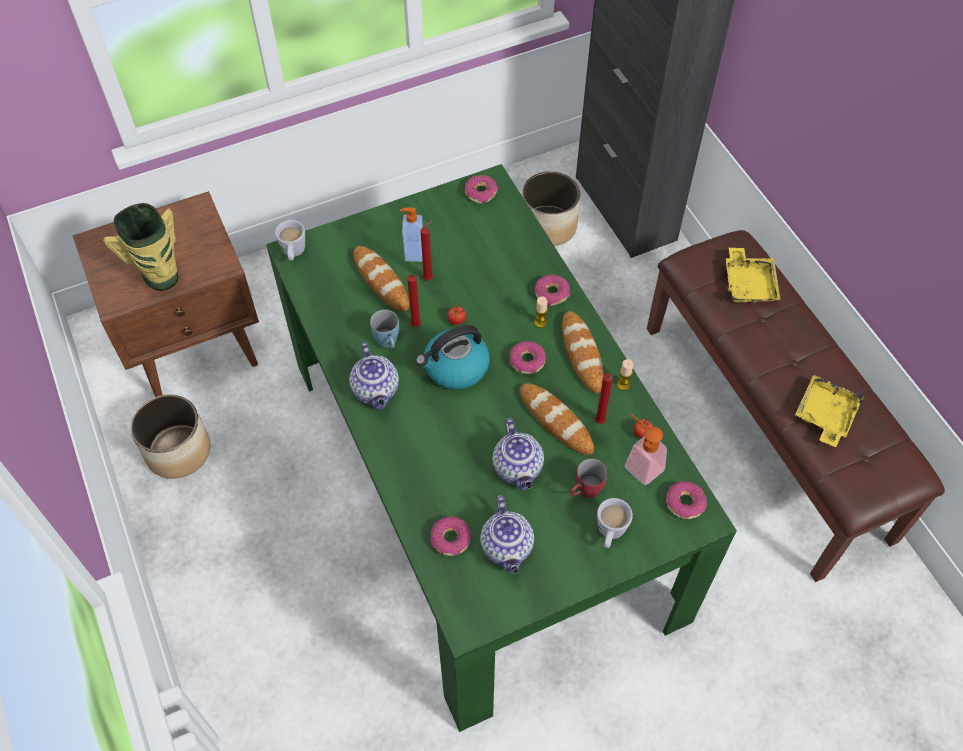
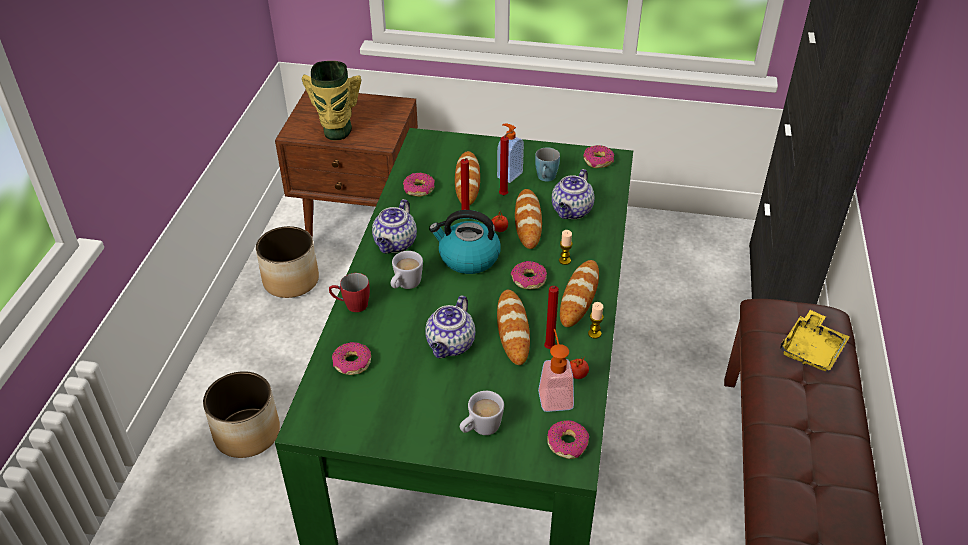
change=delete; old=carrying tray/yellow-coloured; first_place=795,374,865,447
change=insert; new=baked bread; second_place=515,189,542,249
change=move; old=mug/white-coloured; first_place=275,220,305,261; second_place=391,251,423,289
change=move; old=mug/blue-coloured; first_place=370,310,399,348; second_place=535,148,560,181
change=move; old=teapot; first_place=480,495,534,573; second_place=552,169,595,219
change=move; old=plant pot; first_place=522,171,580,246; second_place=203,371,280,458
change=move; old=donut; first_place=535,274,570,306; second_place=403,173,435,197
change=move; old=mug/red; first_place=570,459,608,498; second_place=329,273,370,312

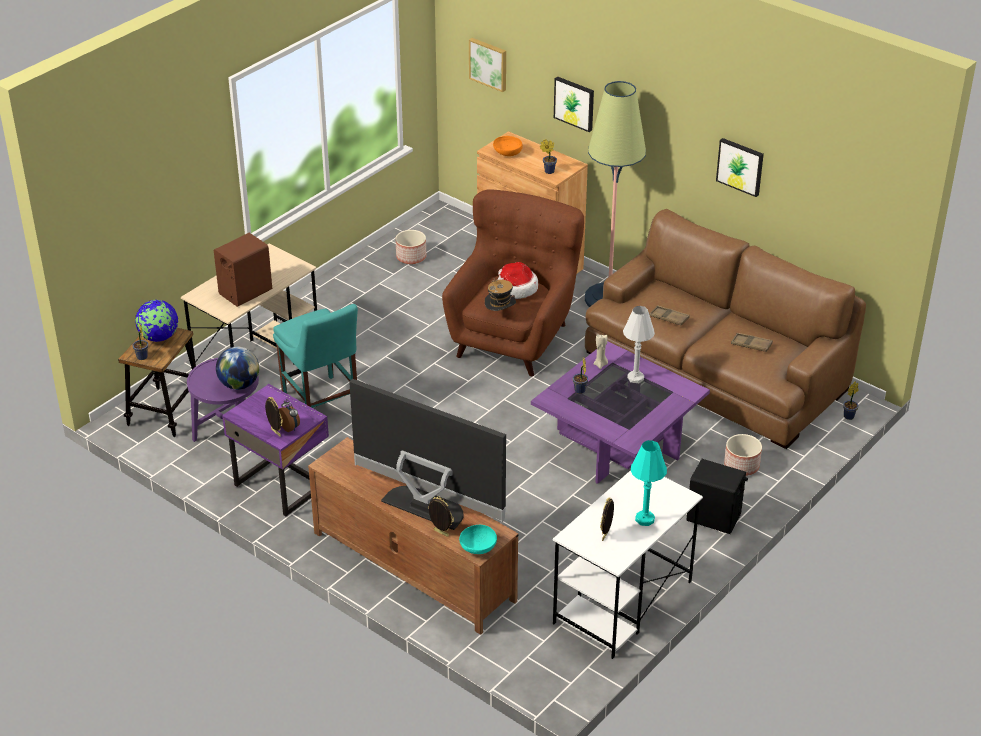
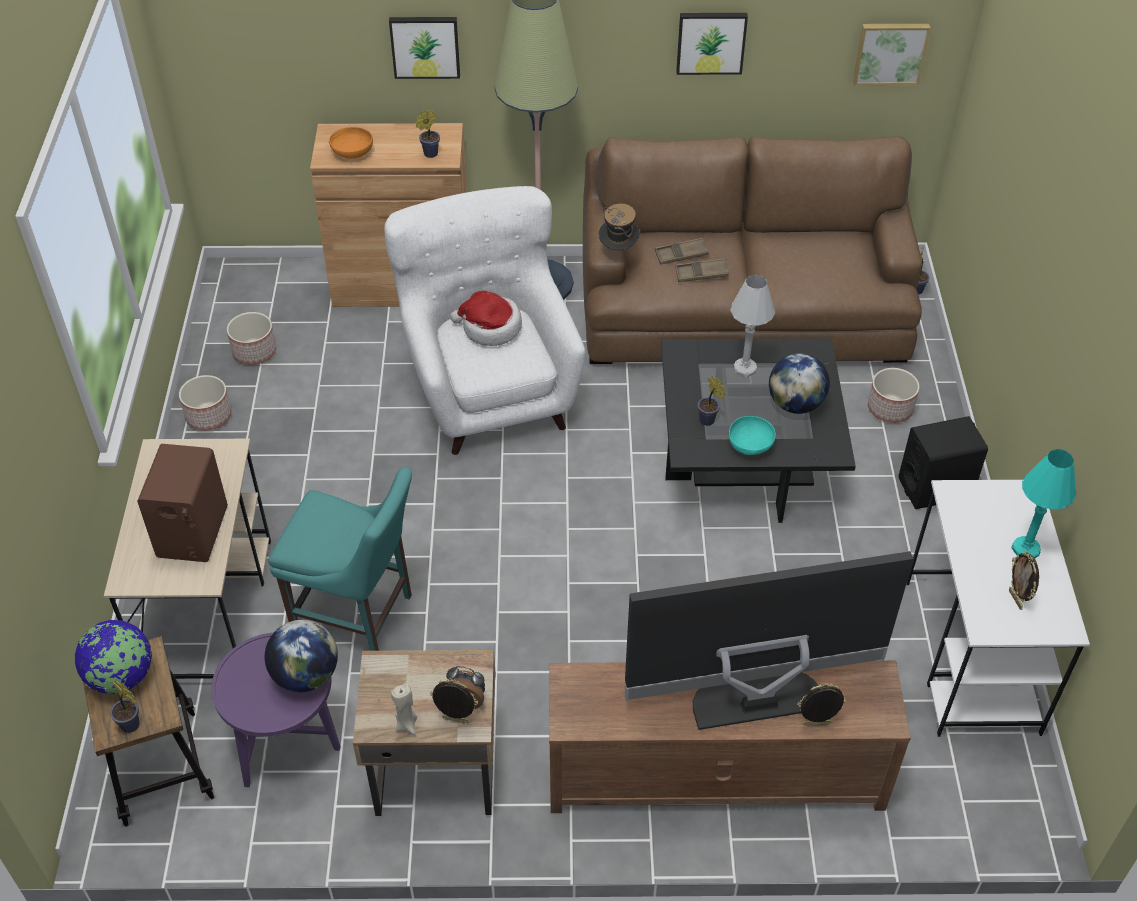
change=insert; new=plant pot; second_place=179,375,232,431
change=insert; new=world globe; second_place=769,353,830,414
change=move; old=serving bowl/blue-green; first_place=459,525,497,554; second_place=729,416,776,455
change=move; old=wall art; first_place=469,38,506,92; second_place=853,24,931,86
change=move; old=wearable hat; first_place=485,278,516,311; second_place=599,203,640,250
change=move; old=wax candle/sand-coloured; first_place=594,334,608,369; second_place=391,683,417,735
change=move; old=carrying tray/brown; first_place=731,333,773,352; second_place=655,238,709,265
change=recolor; old=bedside table/purple; new=bedside table/sand-coloured; first_place=222,384,329,517; second_place=353,650,496,816
change=recolor; old=lounge chair/brown; new=lounge chair/white-coloured; first_place=442,189,584,376; second_place=384,186,586,455
change=recolor; old=coffee table/purple; new=coffee table/black-coloured; first_place=531,341,710,484; second_place=661,338,856,523

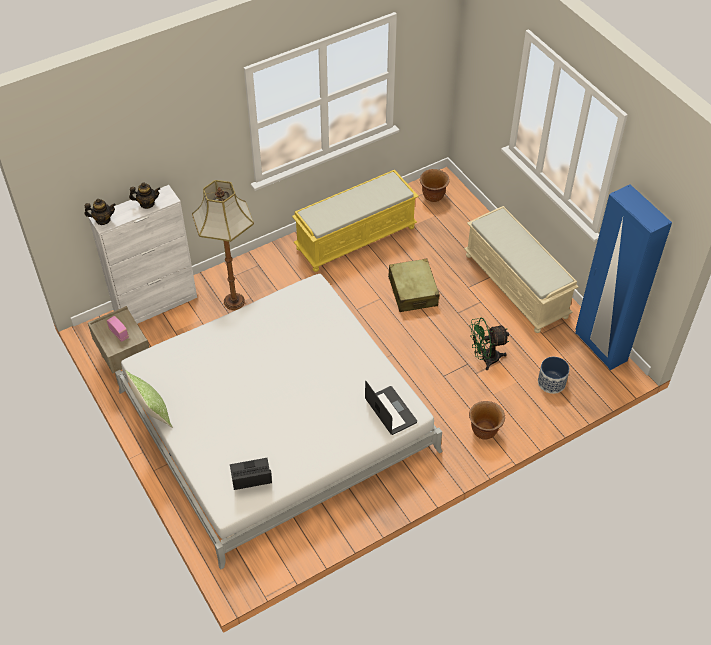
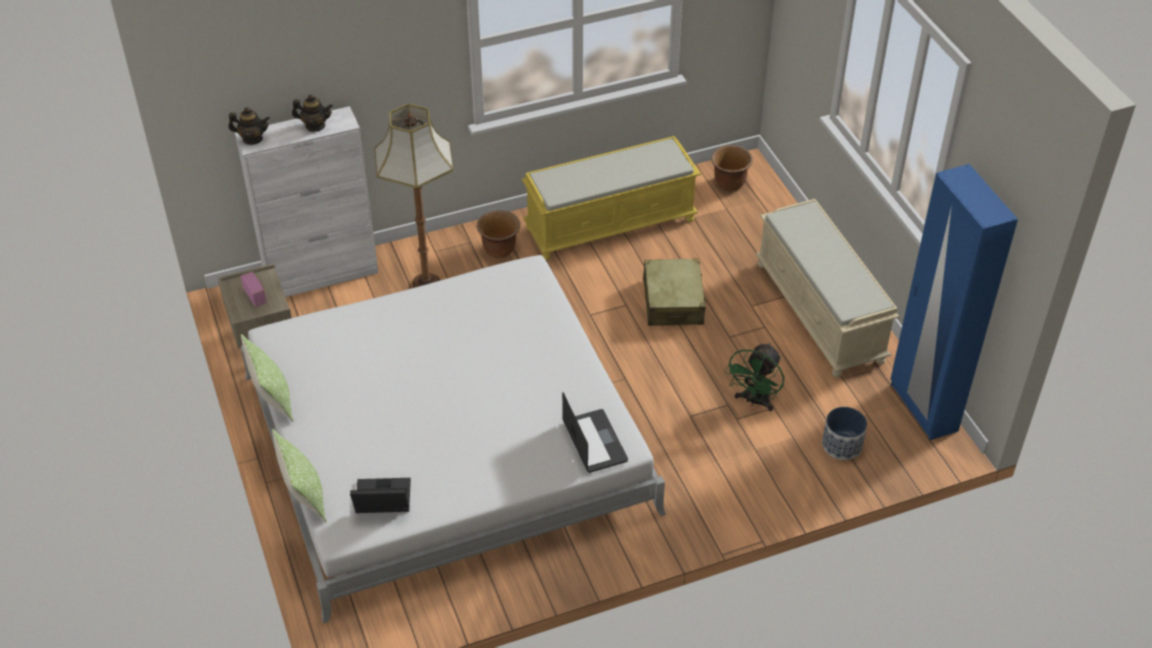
change=insert; new=throw pillow; second_place=272,429,327,523
change=move; old=plant pot/brown; first_place=469,401,505,440; second_place=477,210,520,258
change=rotate; old=electric fan/greenish; first_place=470,318,509,370; second_place=725,343,784,411; degrees=-60

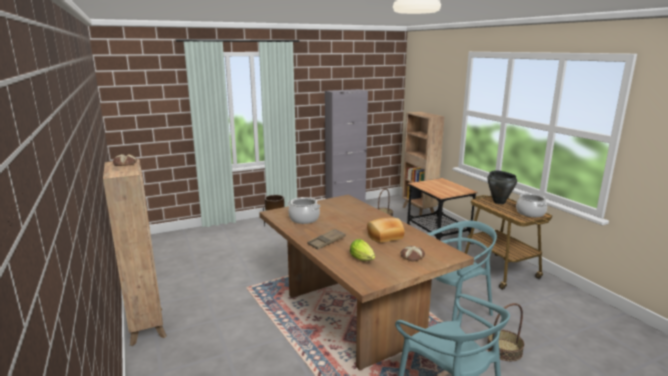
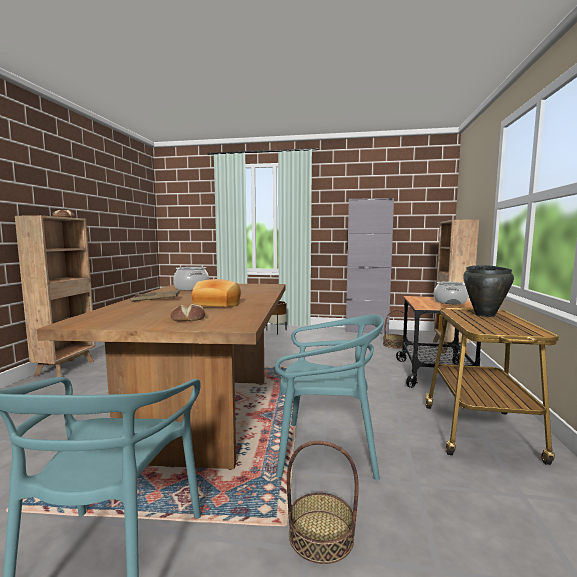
change=delete; old=head of lettuce; first_place=350,239,375,261
change=move; old=saucepot; first_place=516,193,547,217; second_place=434,282,468,304

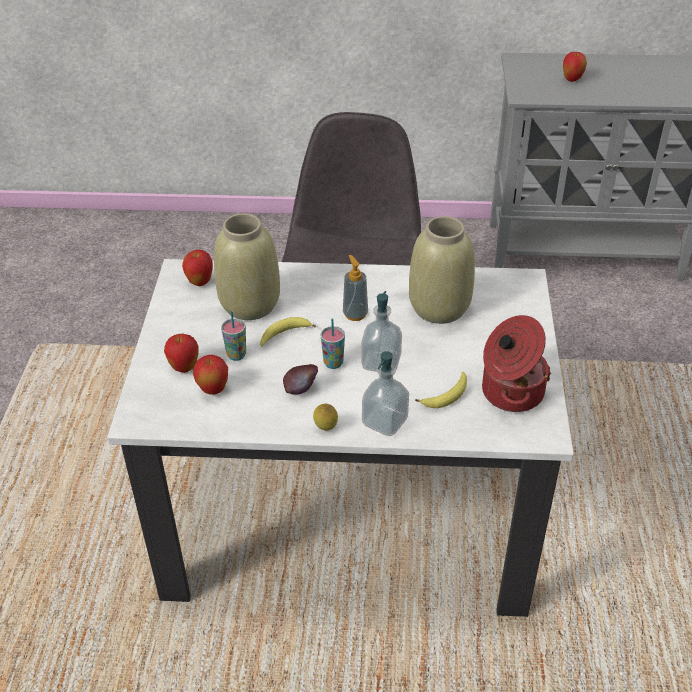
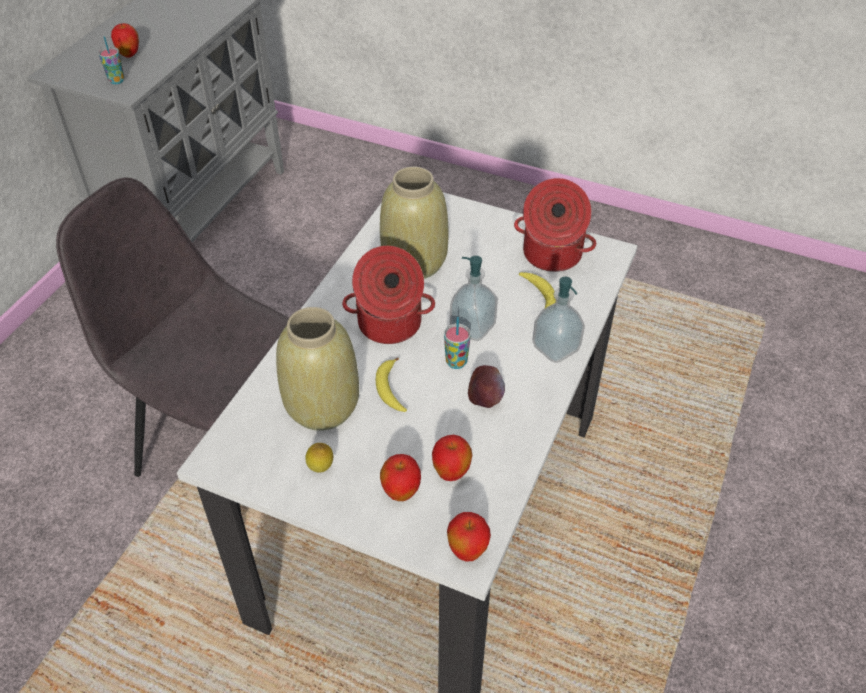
change=move; old=apple fruit; first_place=182,250,213,286; second_place=447,512,491,561
change=move; old=cup; first_place=221,311,246,361; second_place=98,36,124,84
change=move; old=lemon; first_place=313,404,338,431; second_place=306,443,333,473
change=replace; old=soap dispenser; new=saucepot; first_place=343,255,368,321; second_place=342,246,435,344

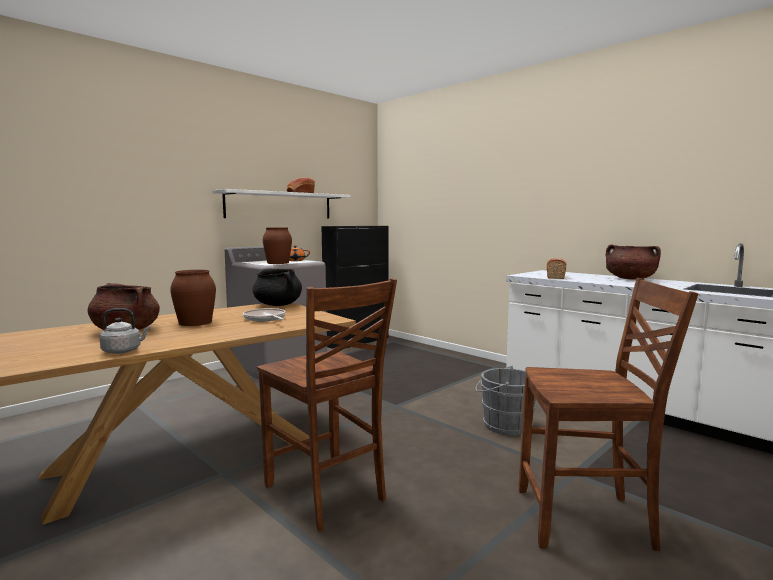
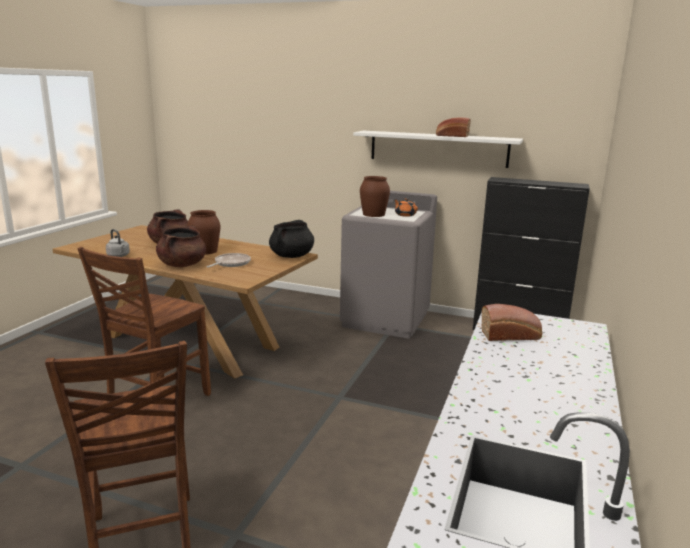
change=delete; old=water bucket/grey; first_place=475,366,536,436
change=move; old=saucepot/brown; first_place=606,244,661,280; second_place=156,226,206,267

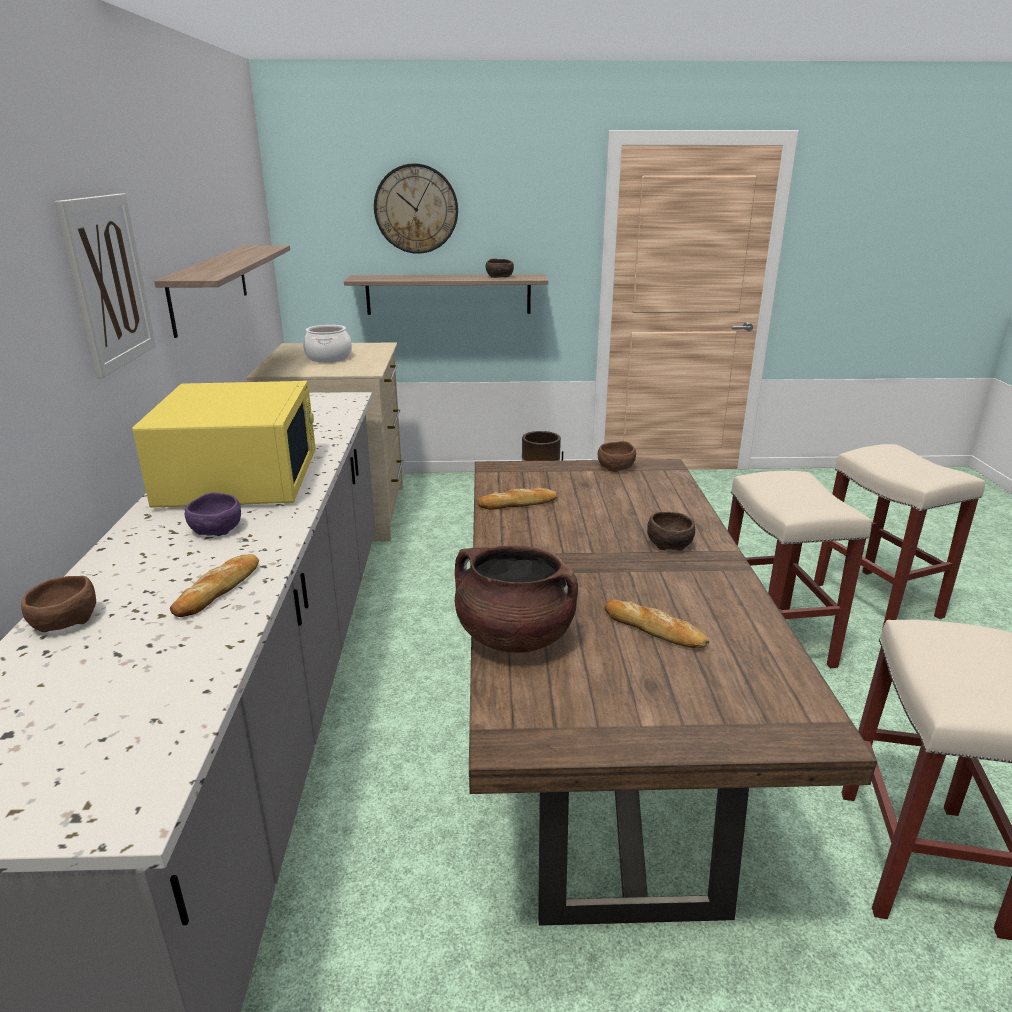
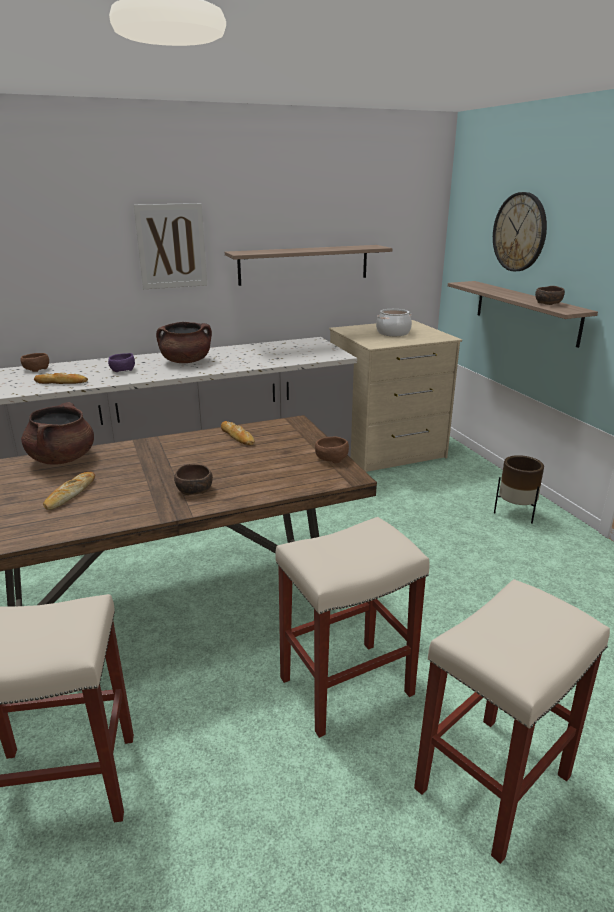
change=replace; old=microwave oven/yellow-coloured; new=saucepot/brown; first_place=132,381,316,508; second_place=156,322,212,363

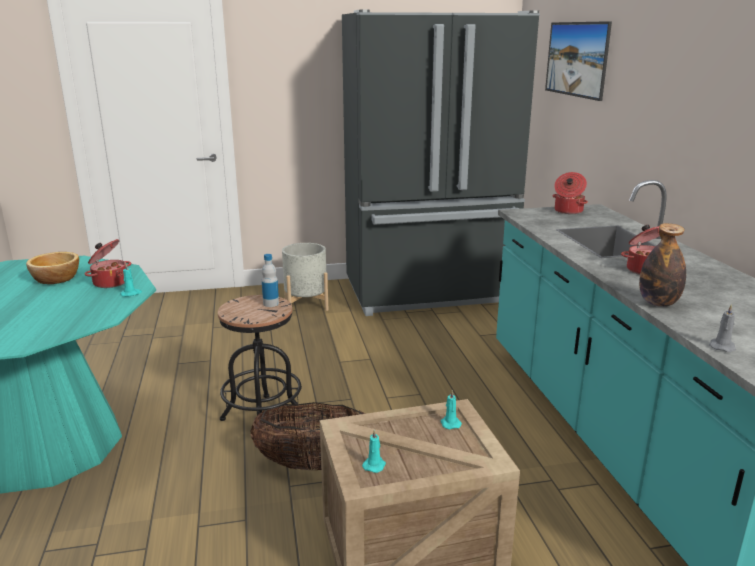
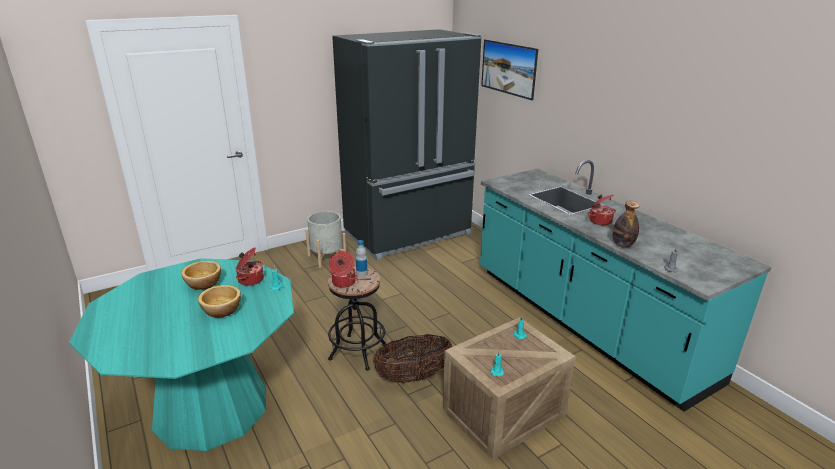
change=insert; new=serving bowl; second_place=198,285,241,318
change=move; old=saucepot; first_place=552,172,588,214; second_place=329,251,357,288

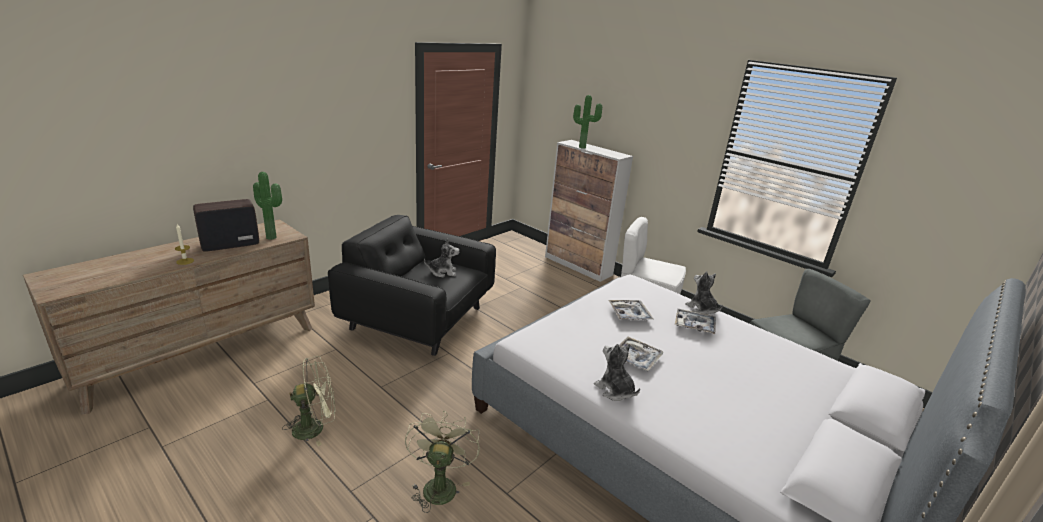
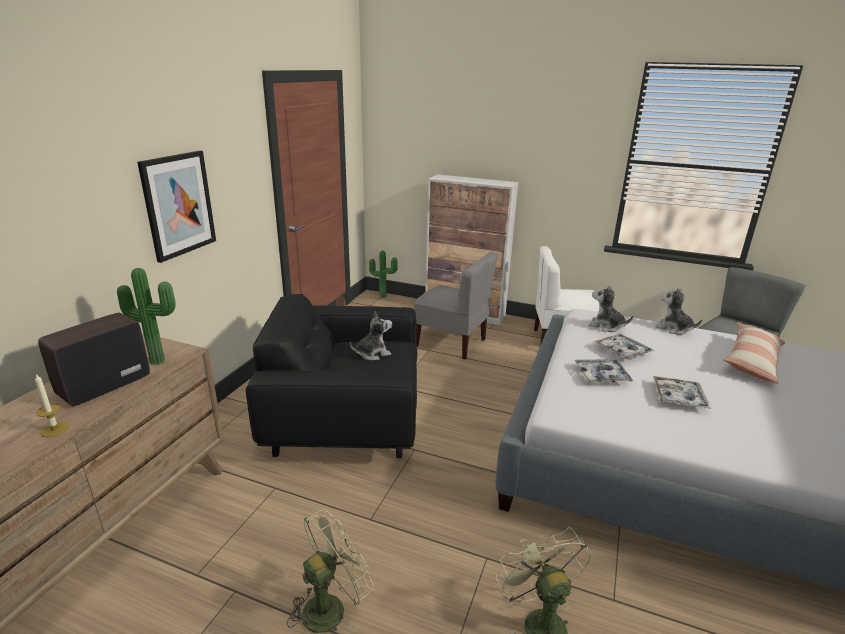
change=insert; new=wall art; second_place=137,151,216,263
change=insert; new=chair/grey; second_place=413,252,498,360
change=insert; new=throw pillow; second_place=724,323,786,384
change=move; old=potted plant; first_place=573,95,602,149; second_place=369,250,398,298
change=move; old=soft toy; first_place=594,344,640,401; second_place=589,286,633,332
change=move; old=carrying tray; first_place=675,309,716,334; second_place=575,359,633,382

